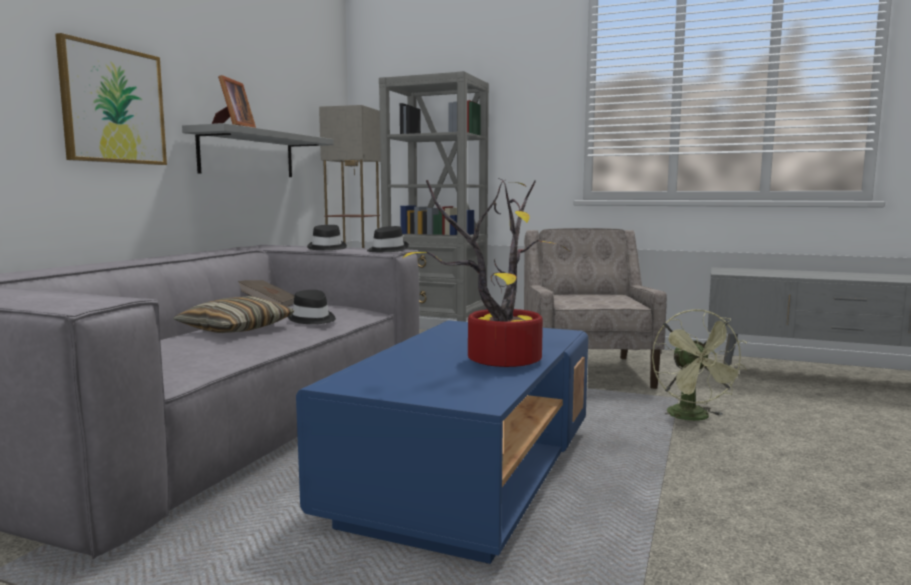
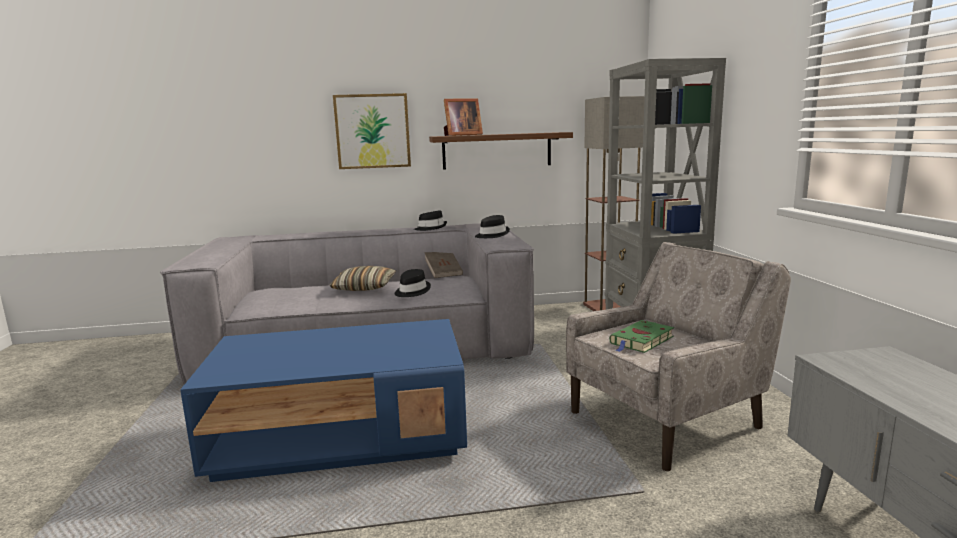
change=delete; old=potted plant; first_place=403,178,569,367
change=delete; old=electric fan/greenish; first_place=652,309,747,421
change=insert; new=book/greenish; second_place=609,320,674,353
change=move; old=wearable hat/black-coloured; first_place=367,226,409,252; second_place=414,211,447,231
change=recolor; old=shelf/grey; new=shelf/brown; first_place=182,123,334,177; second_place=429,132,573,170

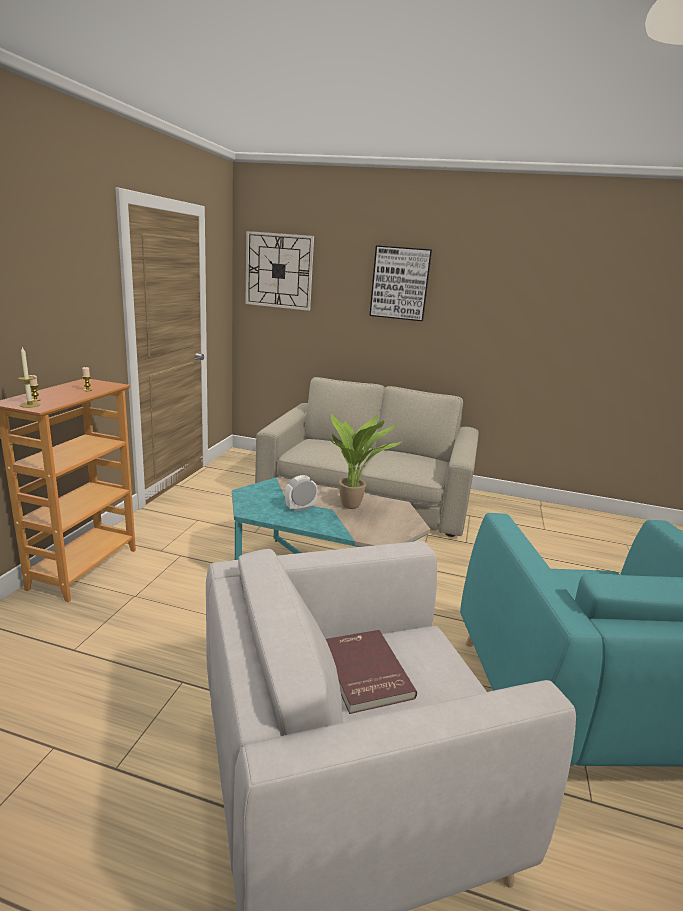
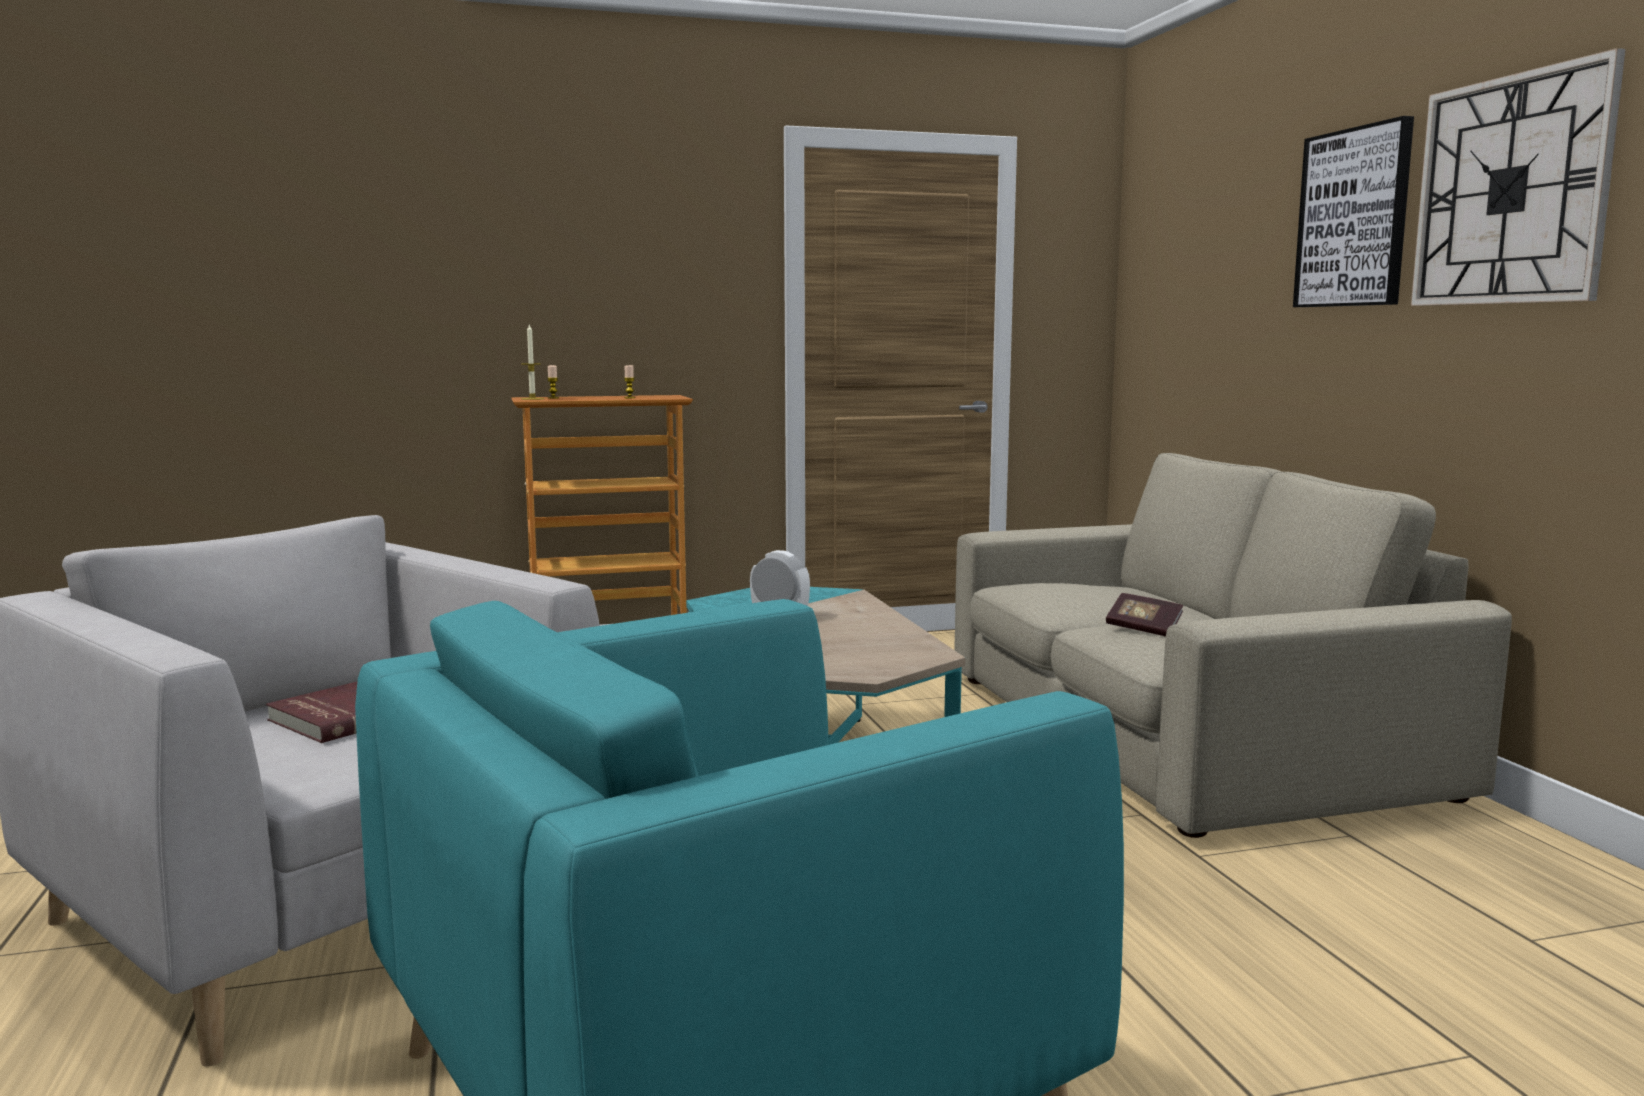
change=delete; old=potted plant; first_place=329,414,402,509
change=insert; new=book; second_place=1106,593,1183,637
change=move; old=hanging clock; first_place=245,231,314,311; second_place=1411,48,1626,306

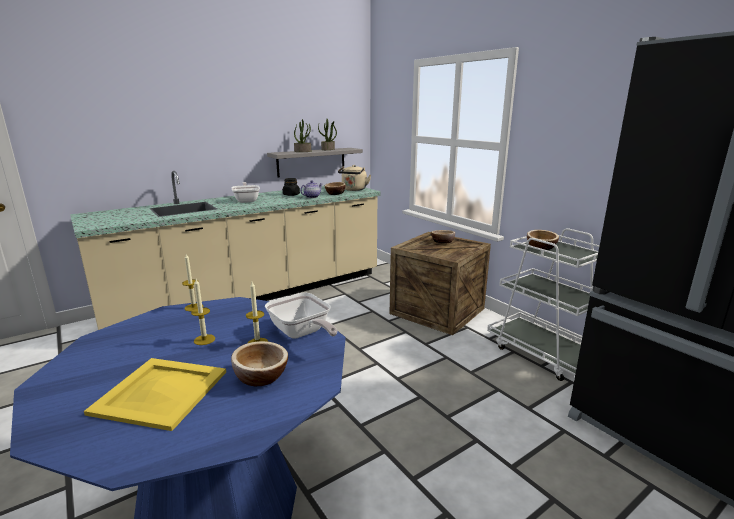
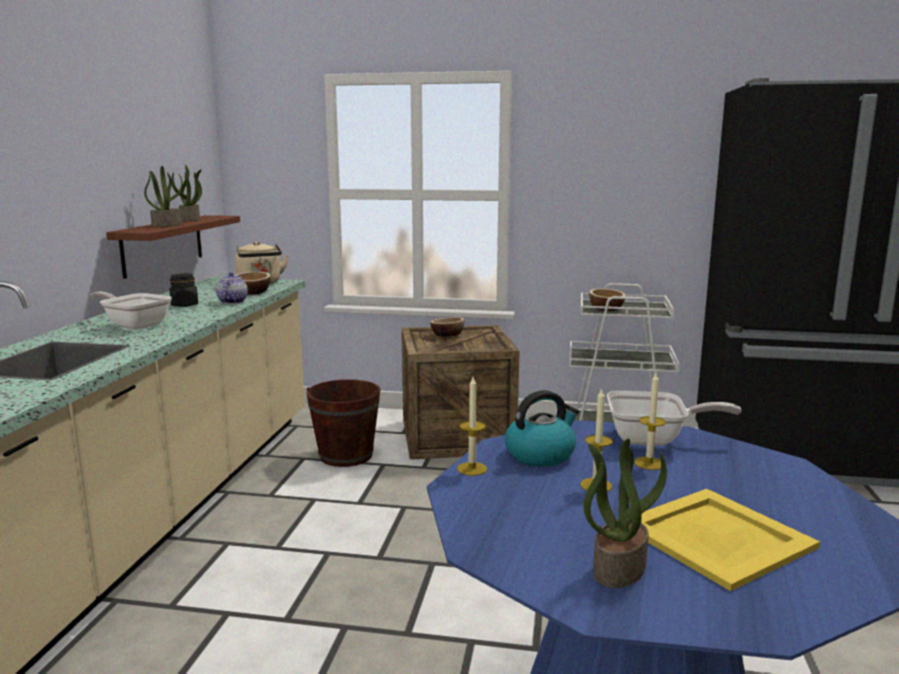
change=delete; old=serving bowl; first_place=231,341,288,386
change=insert; new=water bucket/brown; second_place=306,379,381,467
change=insert; new=water kettle; second_place=505,390,579,466
change=insert; new=potted plant; second_place=584,439,667,588
change=recolor; old=shelf/grey; new=shelf/brown; first_place=267,148,363,177; second_place=106,215,240,279

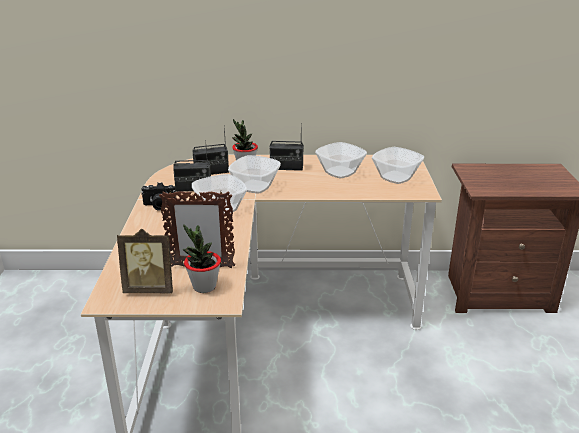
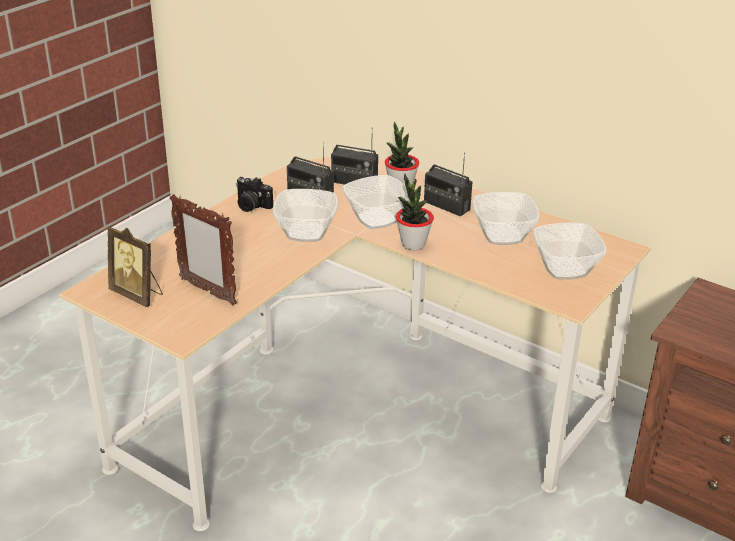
change=move; old=potted plant; first_place=183,224,221,293; second_place=396,174,434,250

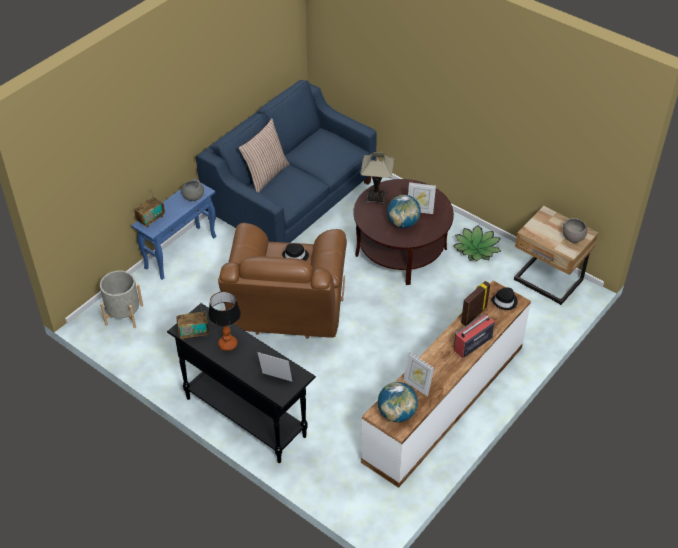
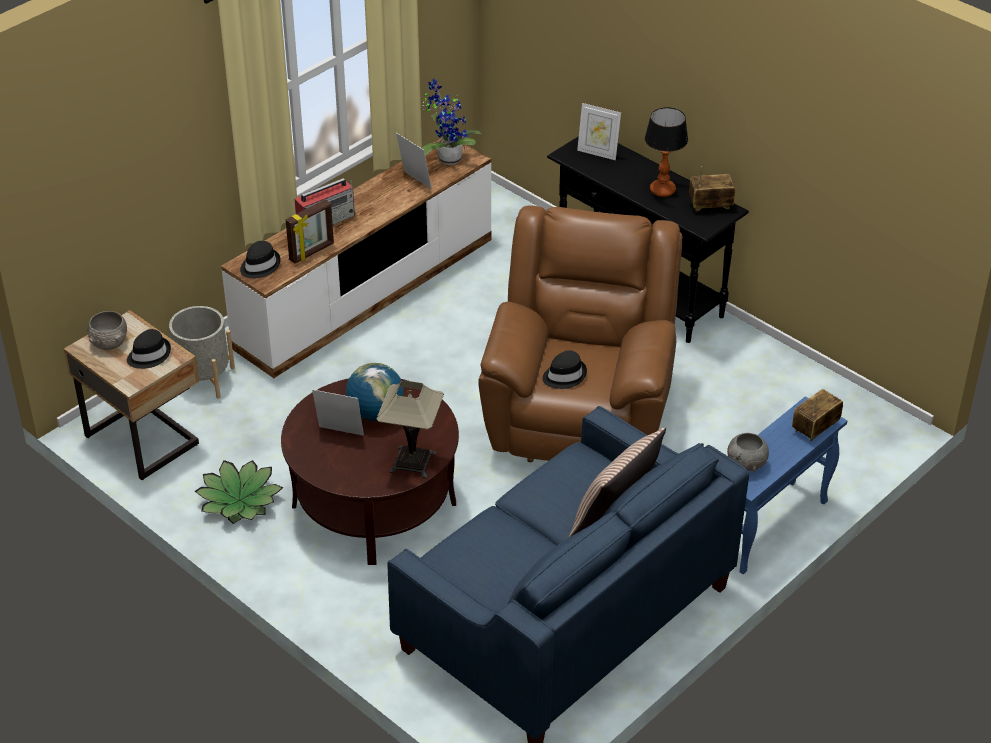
change=insert; new=wearable hat/black-coloured; second_place=127,329,171,369
change=move; old=plant pot/grey; first_place=100,270,143,328; second_place=169,306,235,399
change=replace; old=world globe; new=potted plant; first_place=378,382,418,422; second_place=422,78,482,165

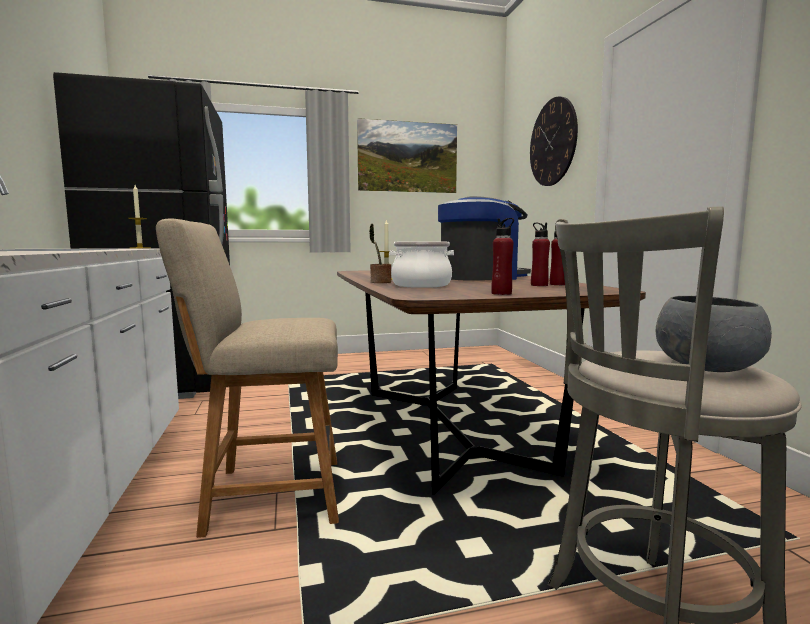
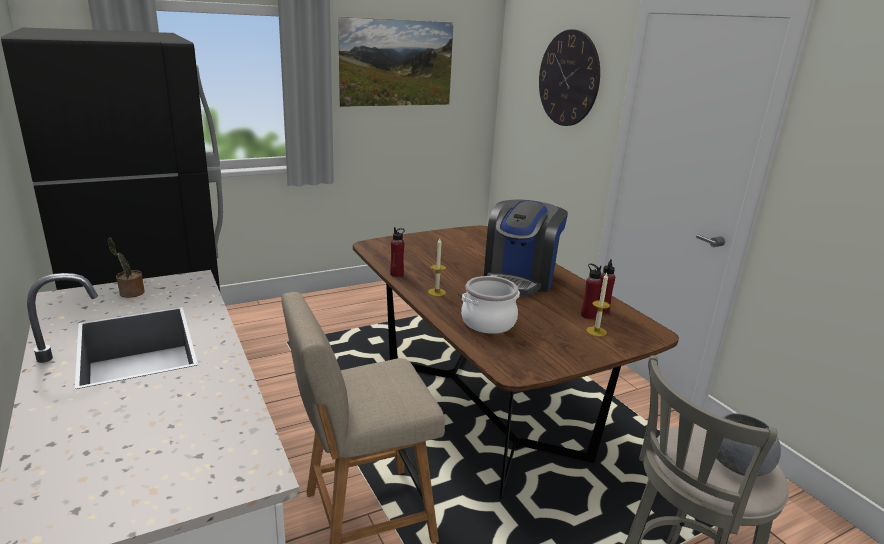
change=move; old=wax candle; first_place=128,185,150,248; second_place=586,273,610,337
change=move; old=potted plant; first_place=369,224,391,283; second_place=108,238,145,298
change=move; old=bottle/red; first_place=491,218,514,295; second_place=390,227,405,277
change=rotate; old=coffee maker; first_place=438,196,531,281; second_place=484,200,568,296; degrees=150

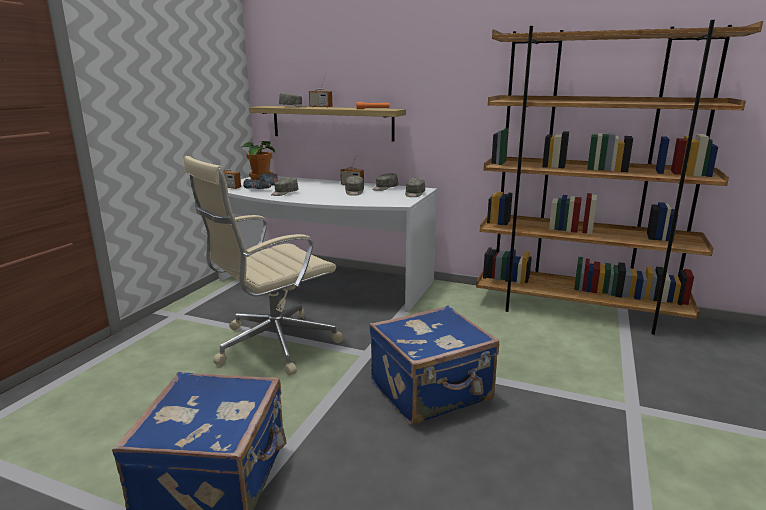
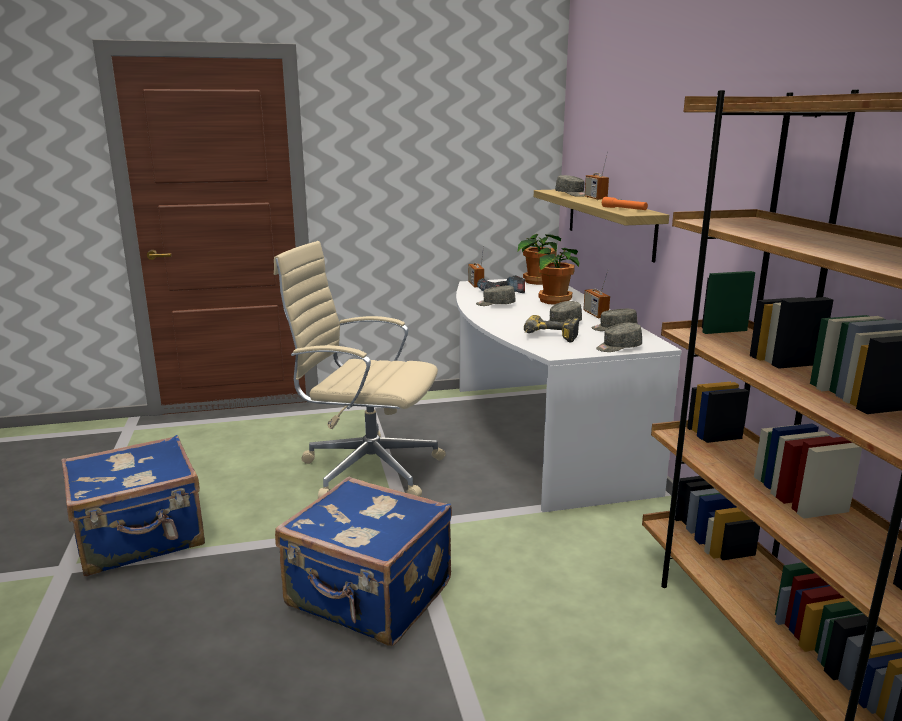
change=insert; new=power drill; second_place=524,315,579,342
change=insert; new=potted plant; second_place=535,247,579,305

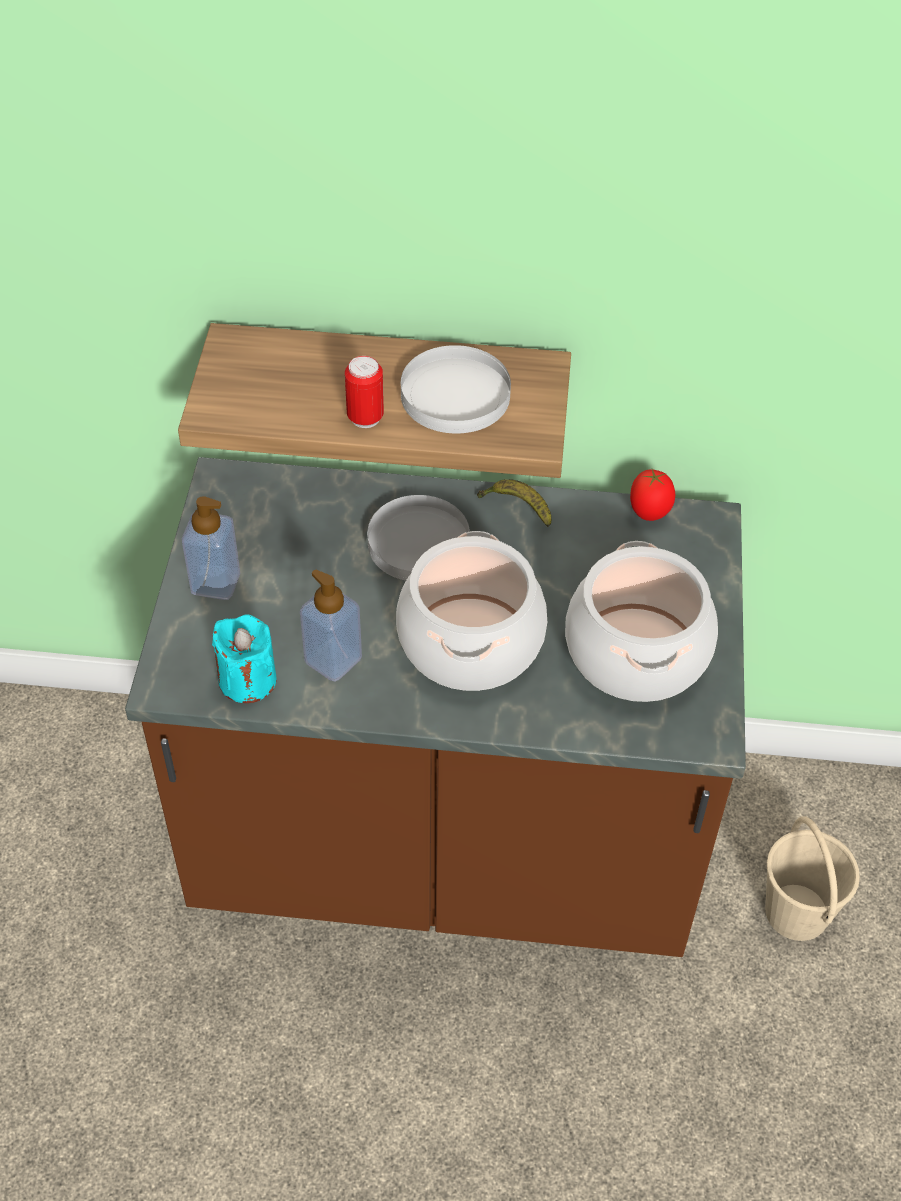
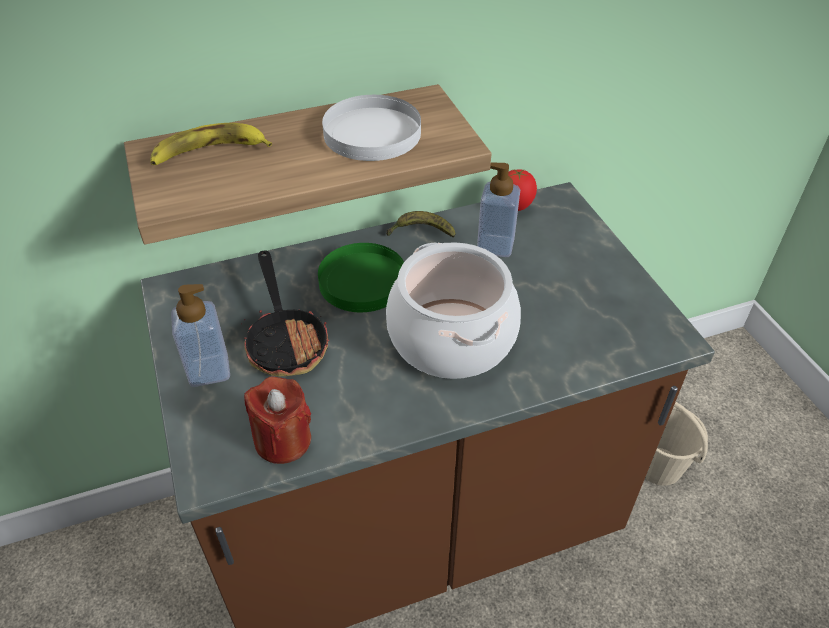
change=delete; old=metal can; first_place=345,356,384,428
change=delete; old=saucepot; first_place=565,541,718,702
change=insert; new=banana fruit; second_place=150,123,272,165
change=insert; new=frying pan; second_place=244,250,329,376
change=move; old=soap dispenser; first_place=300,570,362,682; second_place=477,163,520,257
change=recolor; old=wax candle/blue-green; new=wax candle/red; first_place=212,615,276,703; second_place=244,377,311,464
change=recolor; old=plate/white-coloured; new=plate/greenish; first_place=367,495,470,581; second_place=318,243,404,312

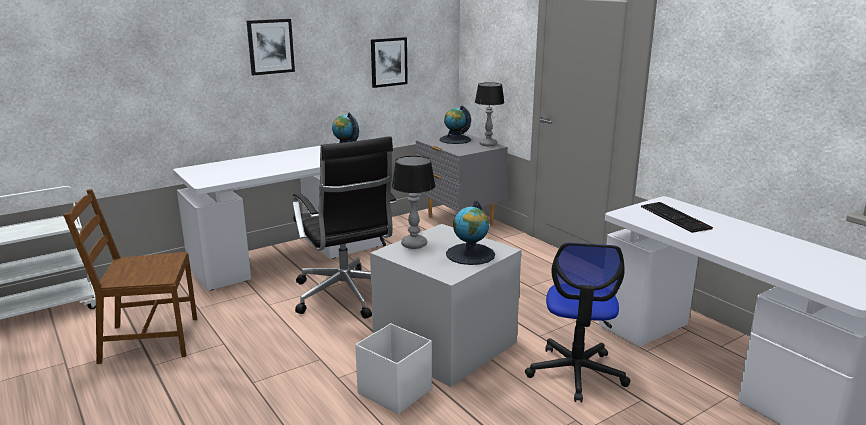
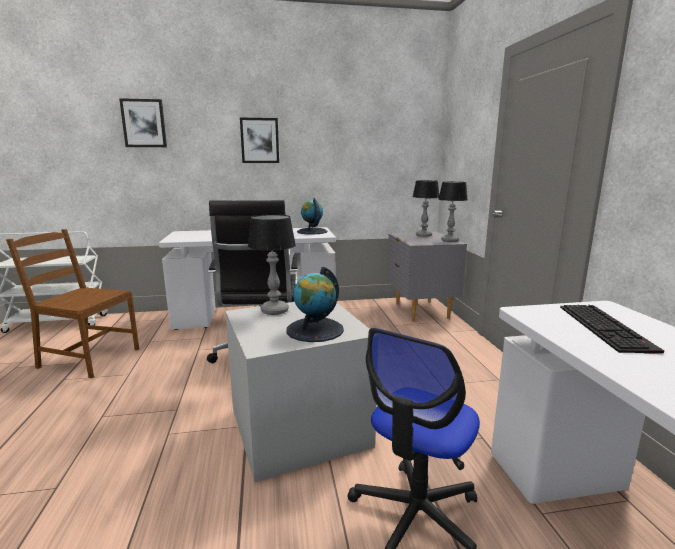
change=delete; old=storage container/white-coloured; first_place=355,323,432,414
change=move; old=wall art; first_place=371,37,408,88; second_place=119,98,167,147
change=replace; old=world globe; new=lamp for a table; first_place=440,105,471,144; second_place=413,180,439,237

